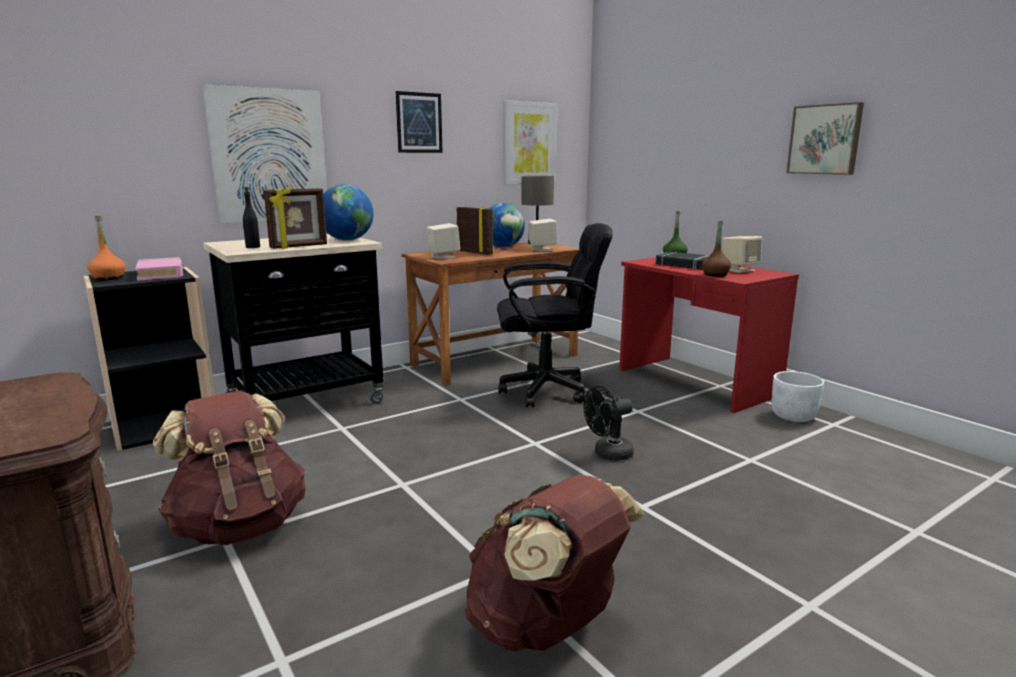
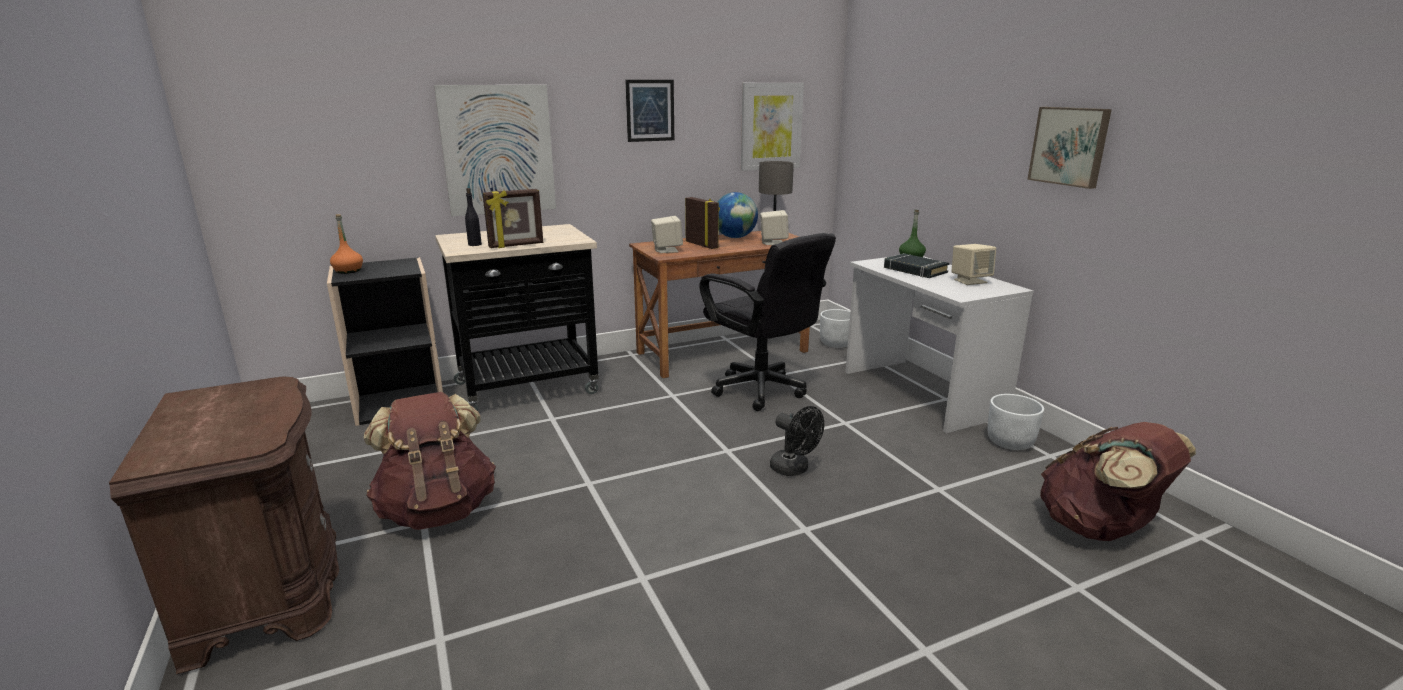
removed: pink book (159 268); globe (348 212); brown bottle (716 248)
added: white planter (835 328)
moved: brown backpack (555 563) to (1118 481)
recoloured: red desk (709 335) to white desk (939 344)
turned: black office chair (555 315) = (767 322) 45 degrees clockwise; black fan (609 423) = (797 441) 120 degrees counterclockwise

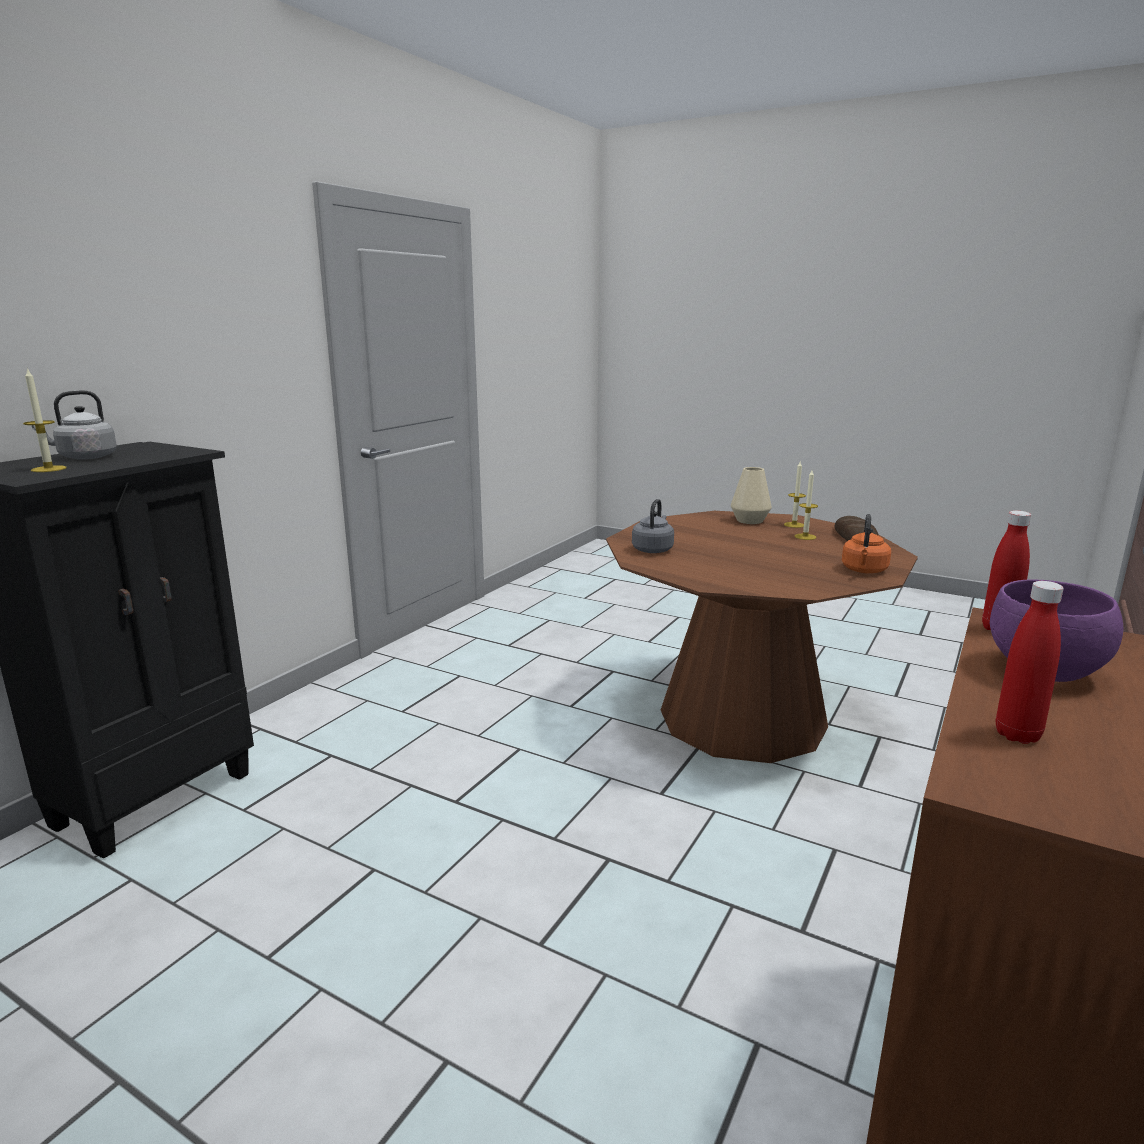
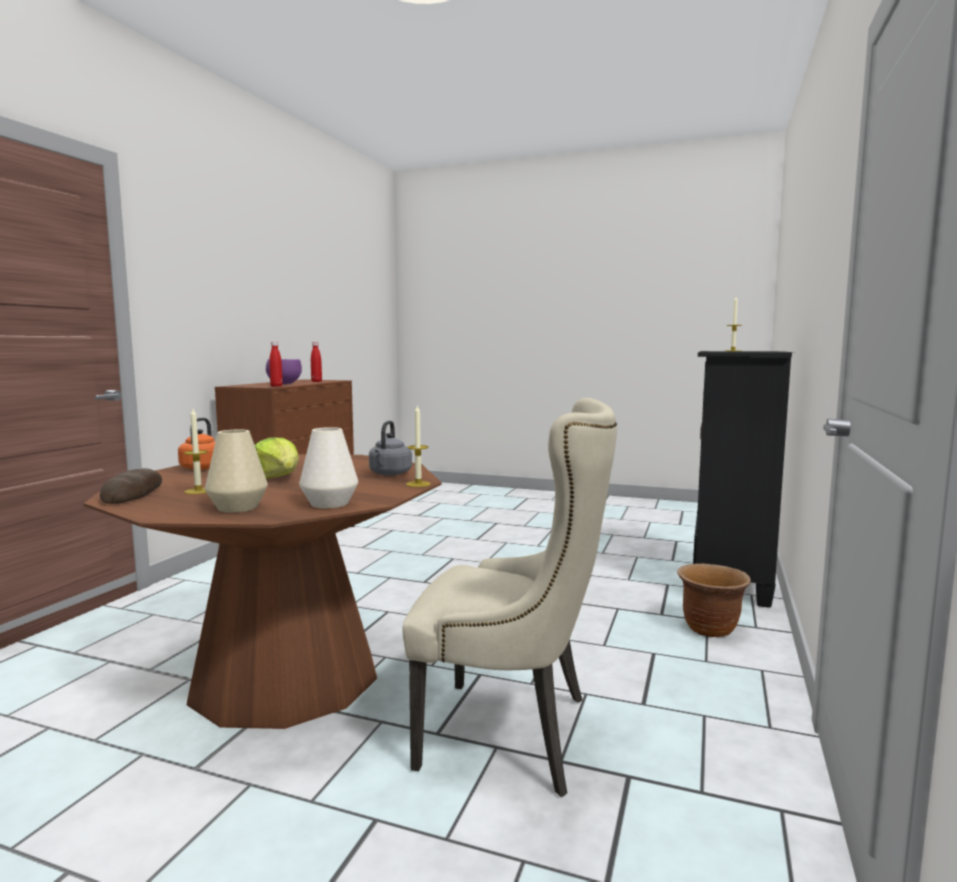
removed: grey kettle (74 425)
added: lettuce (277 458); white vase (328 467); beige chair (509 597); brown planter (714 600)
moved: candle (795 495) to (418 445)

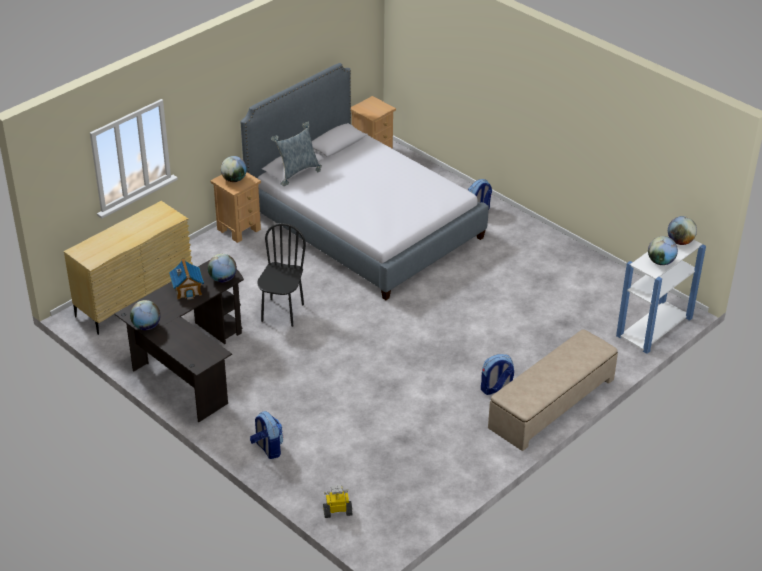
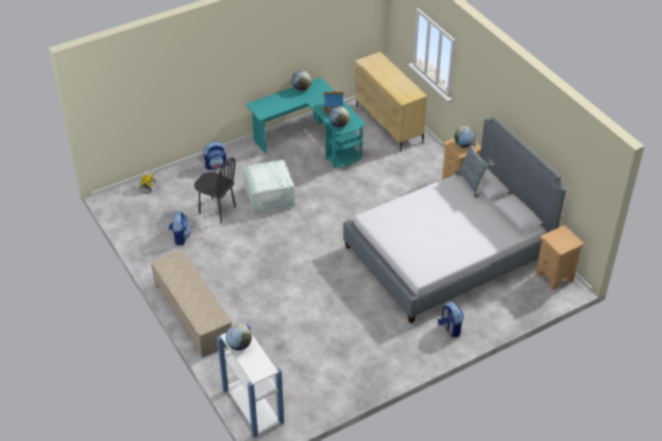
removed: globe (682 230)
added: white ottoman (269 186)
moved: backpack (497 374) to (180 228); black chair (281 275) to (215 190)
recoloured: black desk (179 341) to turquoise desk (306 122)

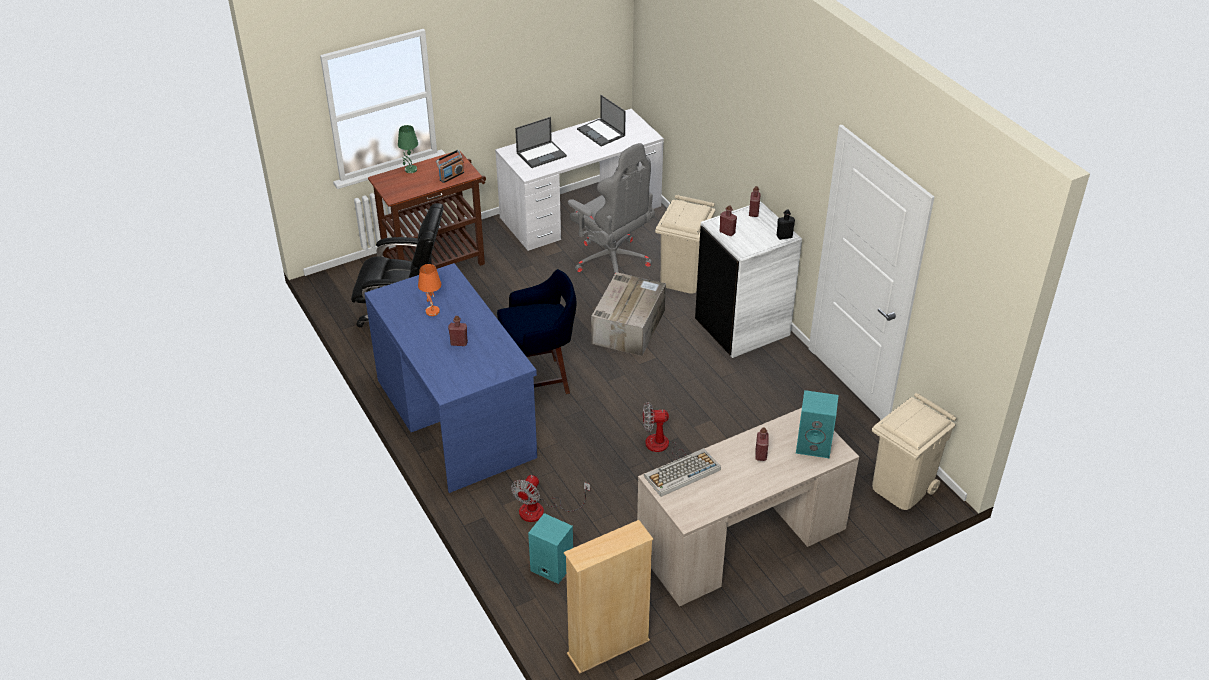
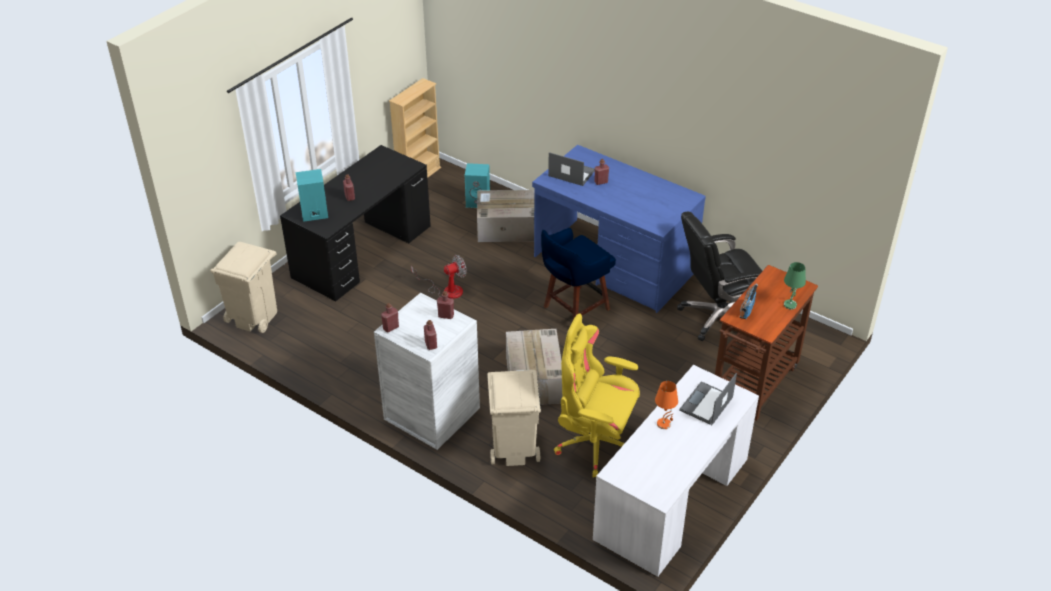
removed: keyboard (682 472)
moved: laptop (601 121) to (571 169); orange table lamp (429 290) to (666 405)
replaced: fan (550 498) to cardboard box (505 216)
recoloured: beige desk (748 507) to black desk (355 223); black bottle (786 224) to red bottle (390 317); grey office chair (611 208) to yellow office chair (597 395)

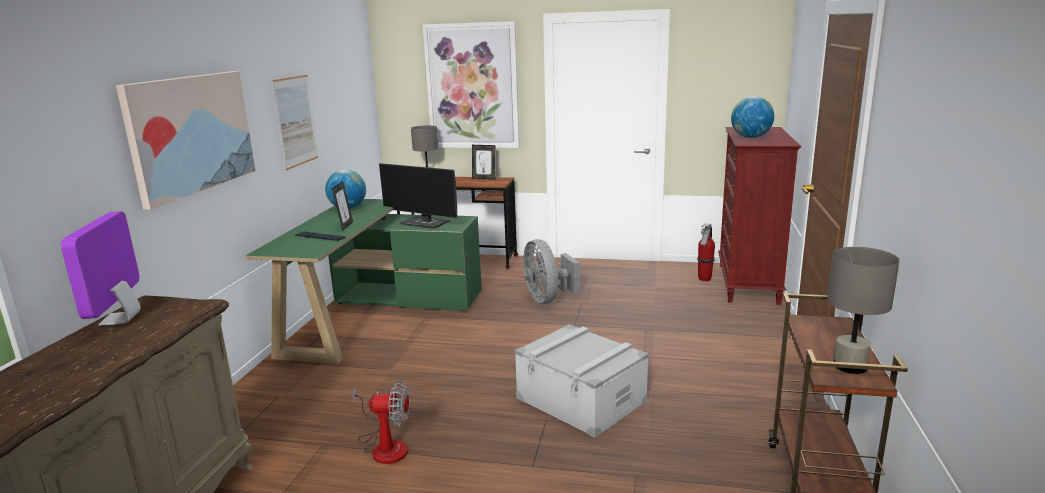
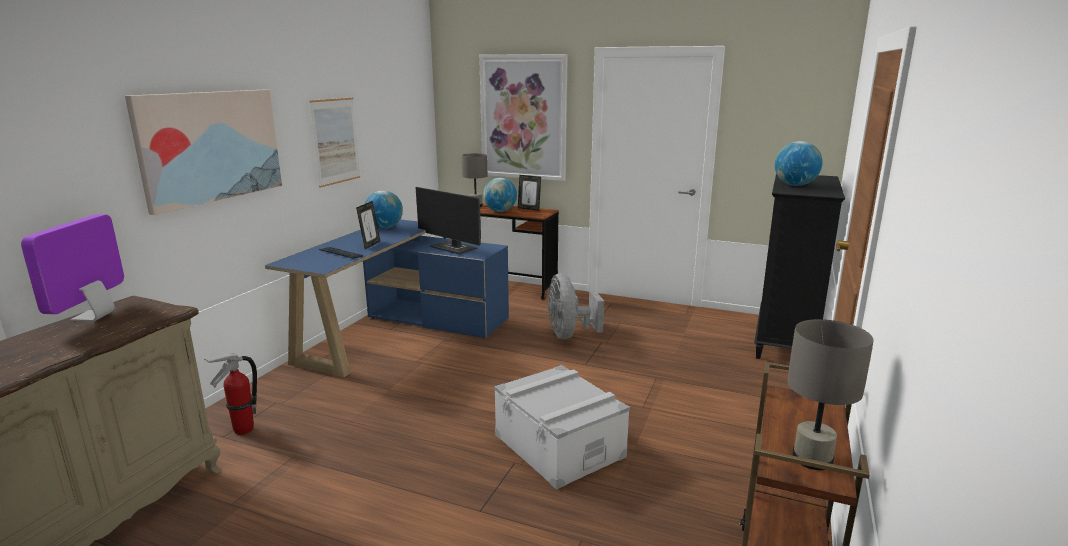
removed: fan (381 422)
added: globe (500 195)
moved: fire extinguisher (706 252) to (230 394)
recoloured: green desk (364 281) to blue desk (387 298); red dresser (759 216) to black dresser (799 266)

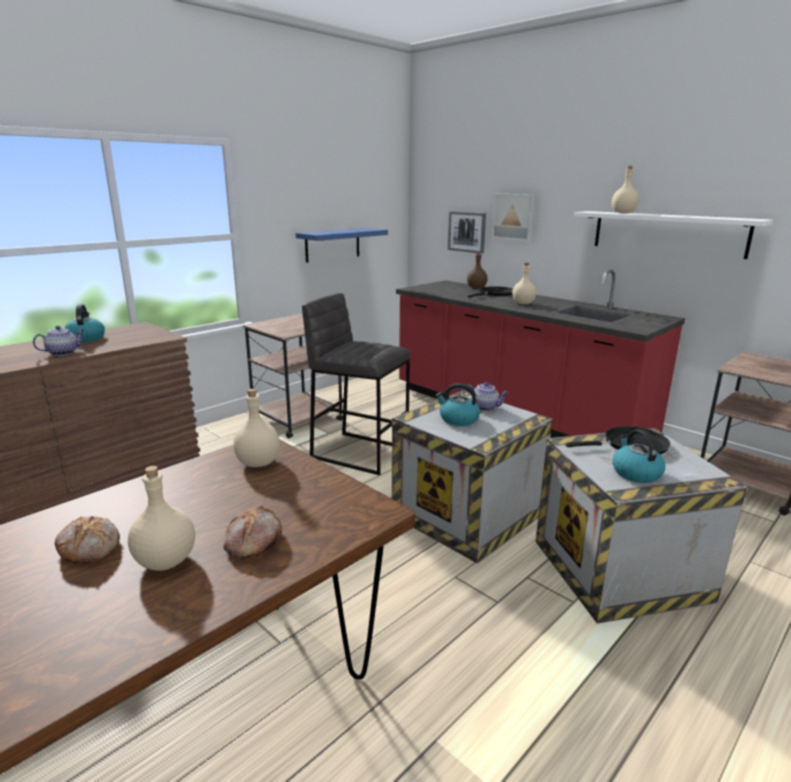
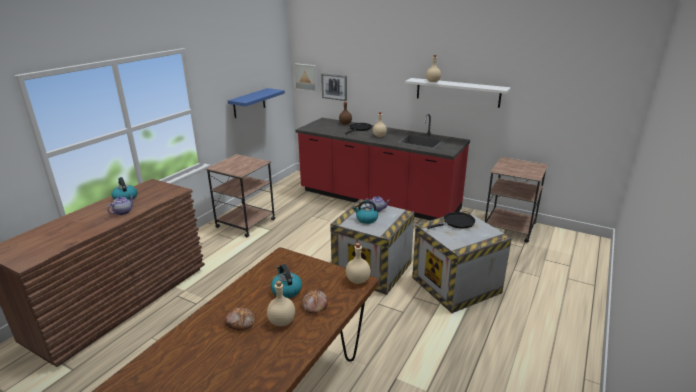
removed: grey stool (356 384)
moved: kettle (638 456) to (286 281); picture (513 217) to (306 77); beige bottle (256 428) to (358 263)

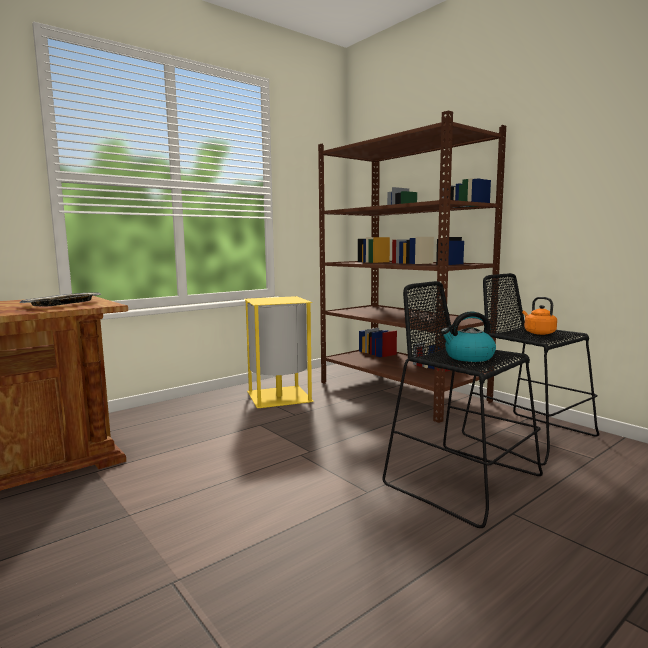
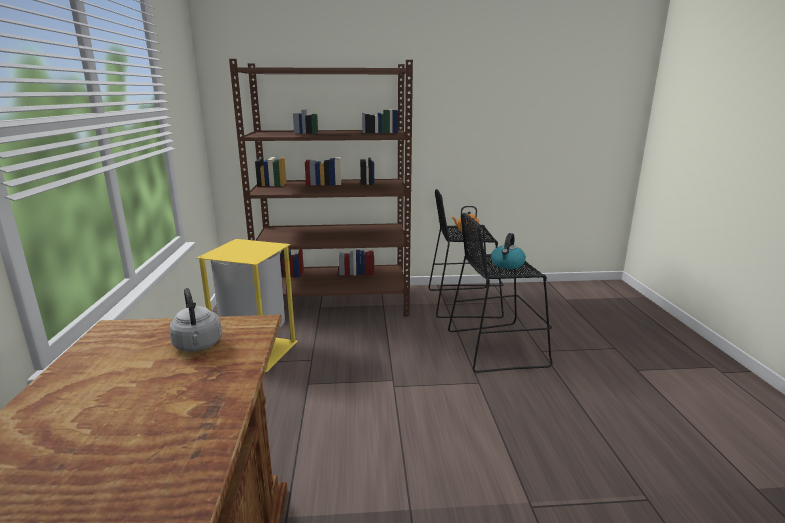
replaced: tray (61 299) to grey kettle (195 320)

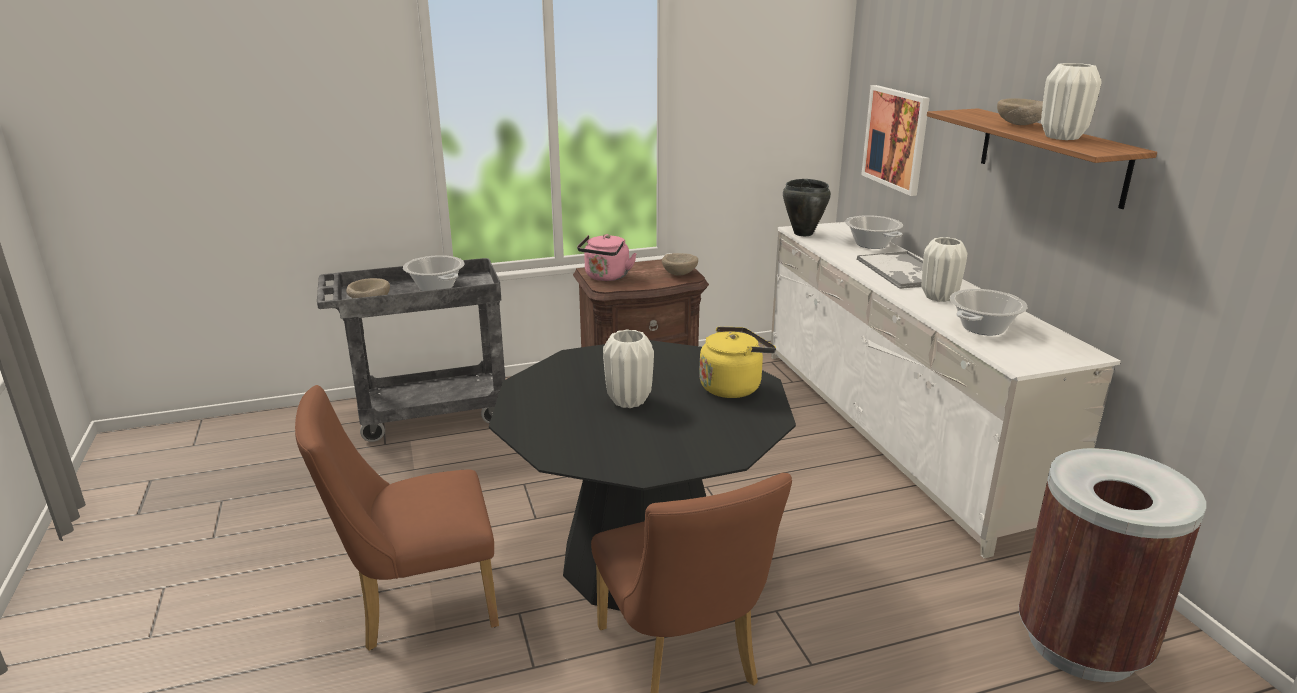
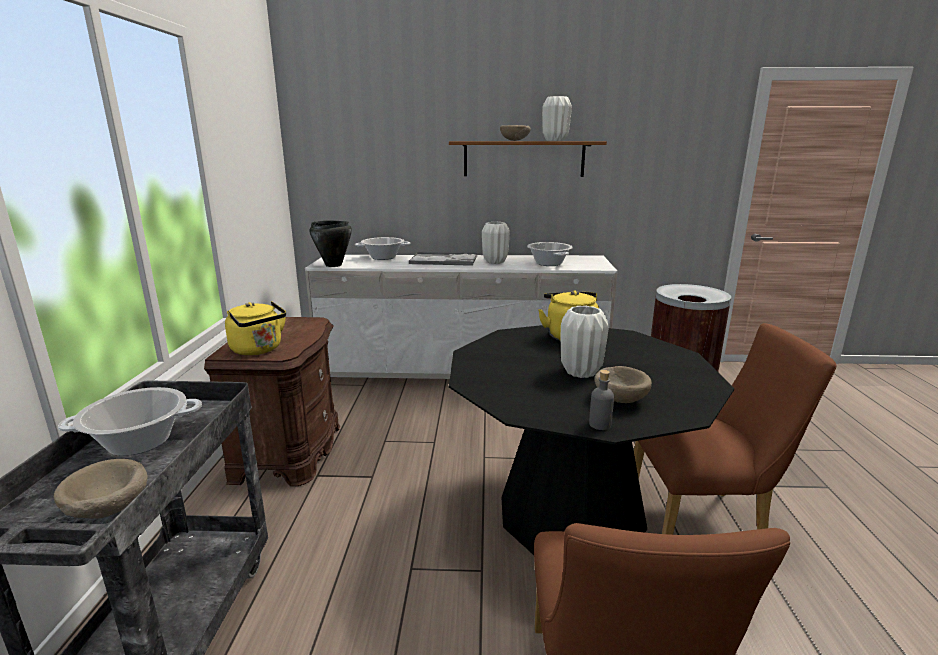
removed: picture (895 140)
added: grey bottle (601 400)
moved: beige bowl (680 264) to (623 384)
recoloured: pink kettle (607 257) to yellow kettle (255 328)

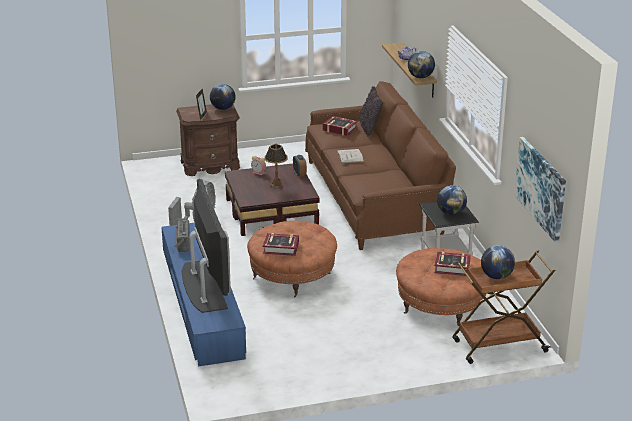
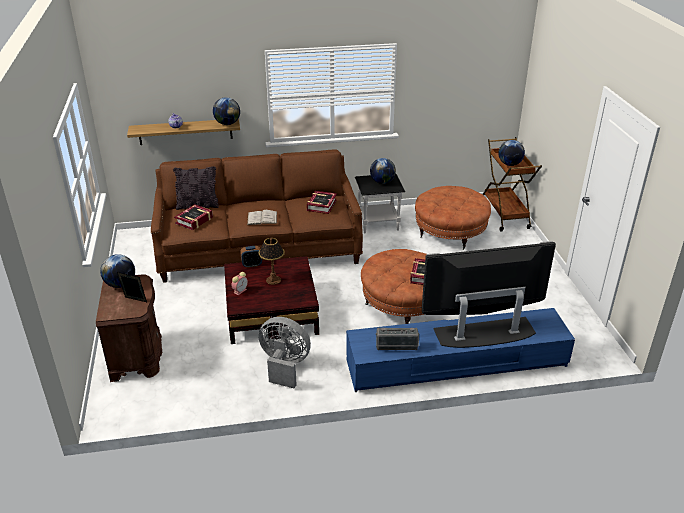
removed: picture (540 190)
moved: book (452 264) to (322 202)

